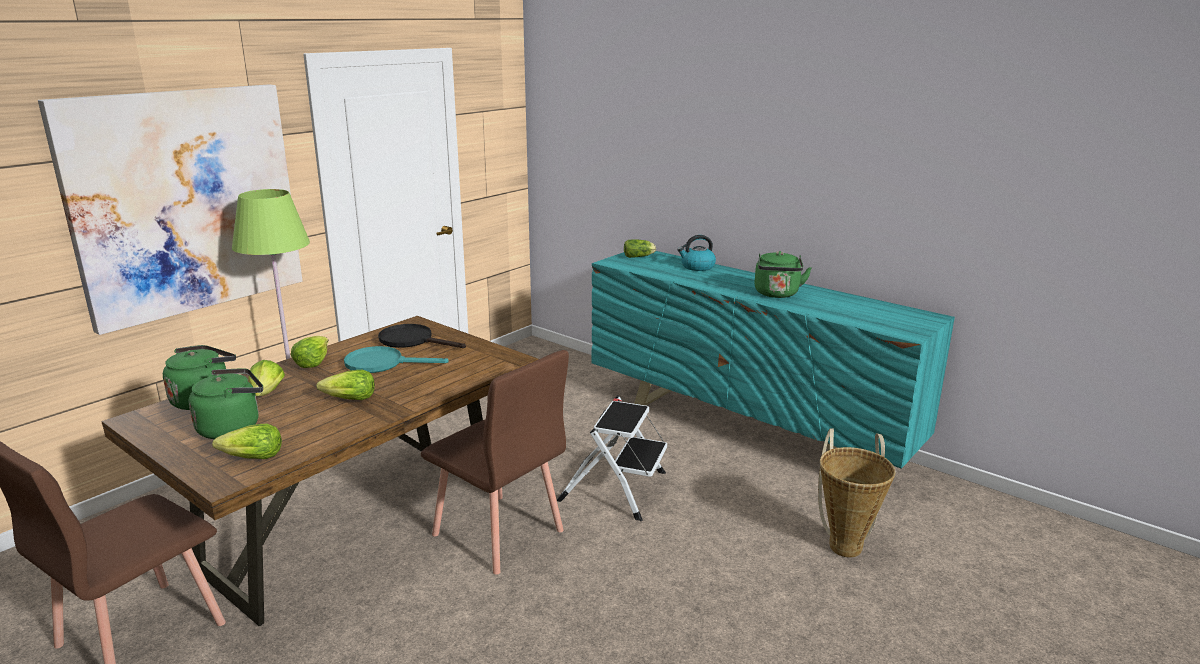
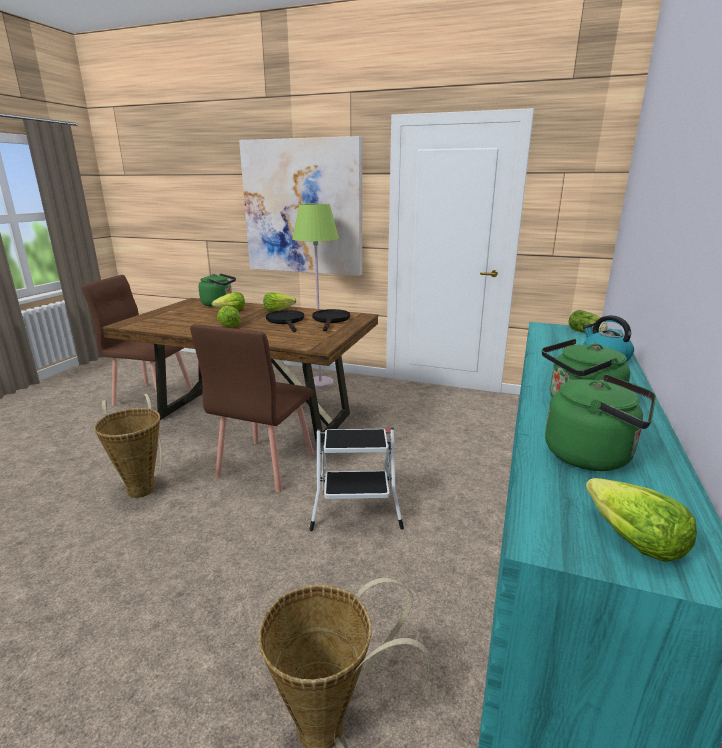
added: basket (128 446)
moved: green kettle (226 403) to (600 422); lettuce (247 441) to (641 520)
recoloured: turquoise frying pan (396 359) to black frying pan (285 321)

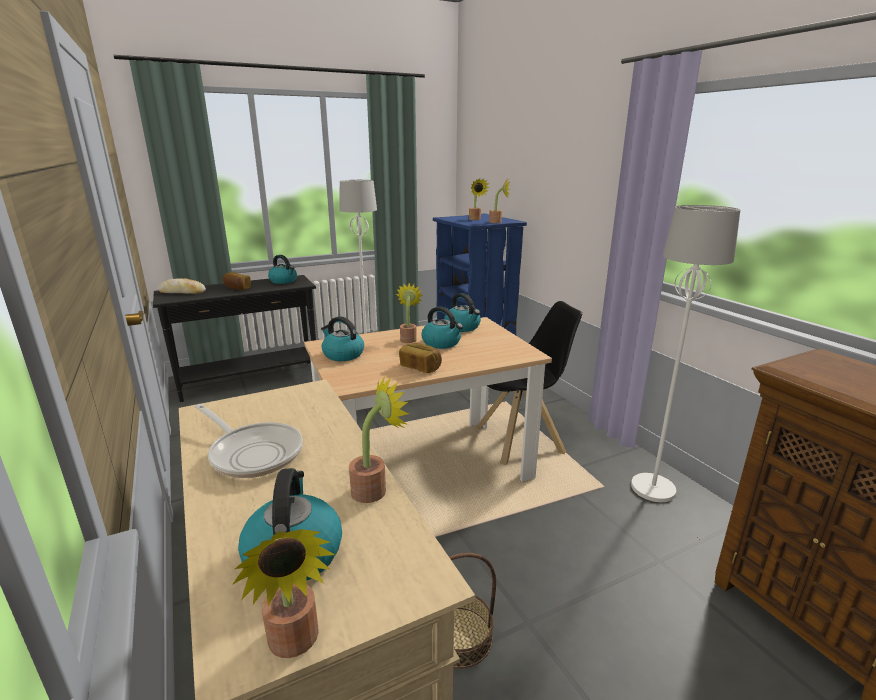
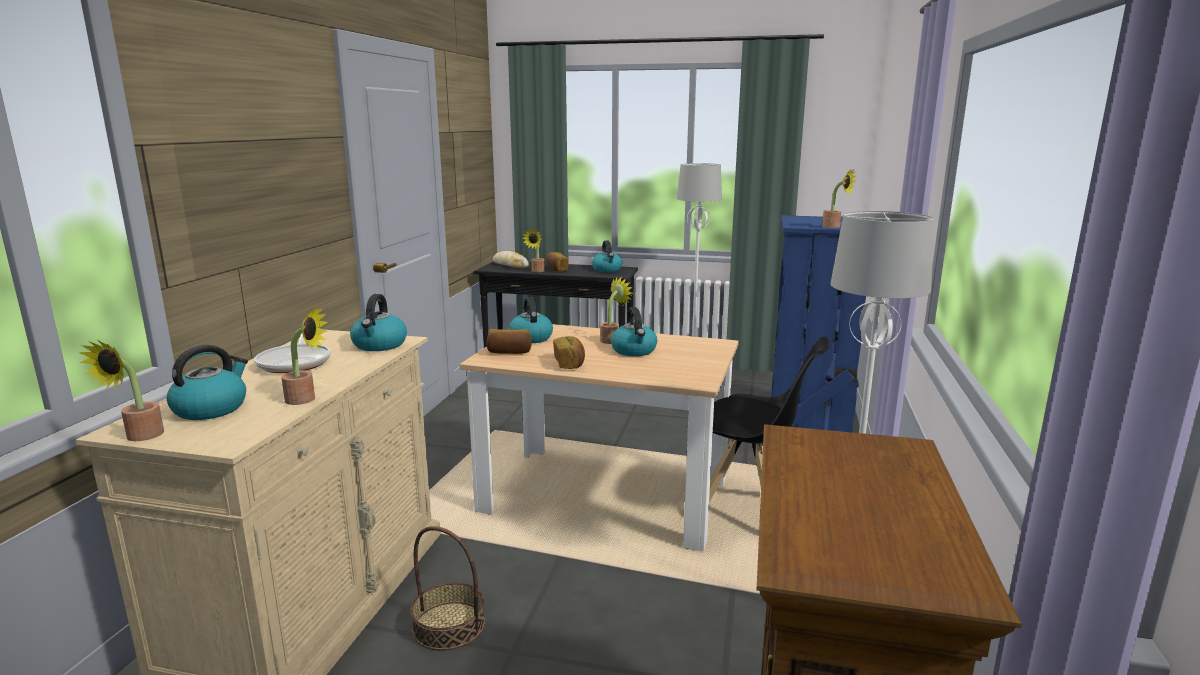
added: bread (509 341)
moved: kettle (462 312) to (378 322); potted plant (479 199) to (533 250)

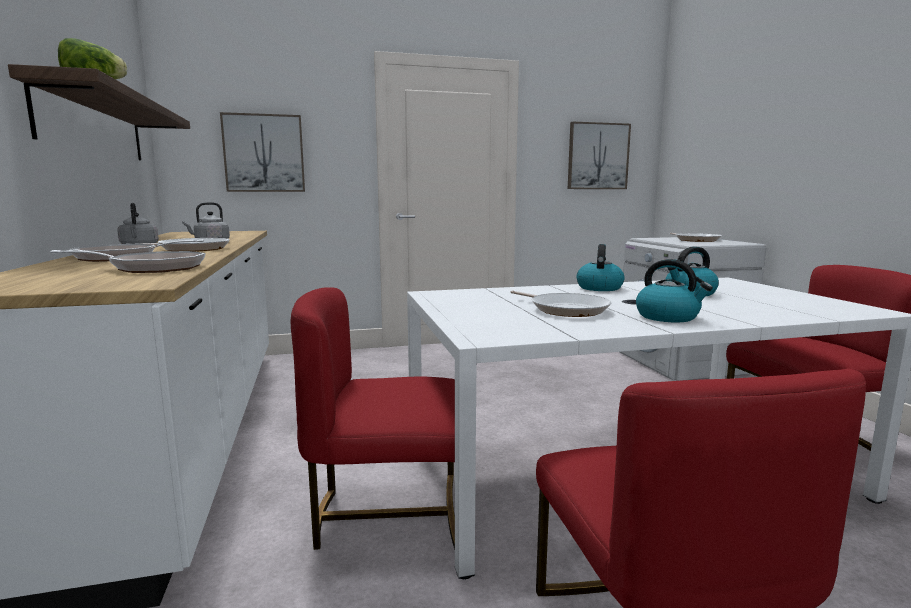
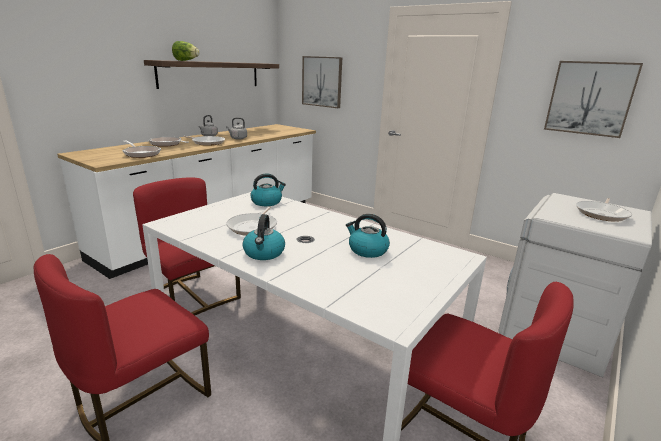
moved: kettle (600 267) to (268 189)

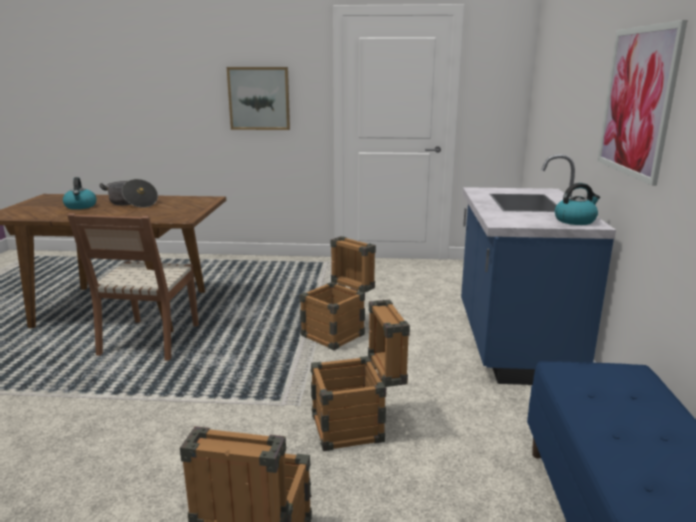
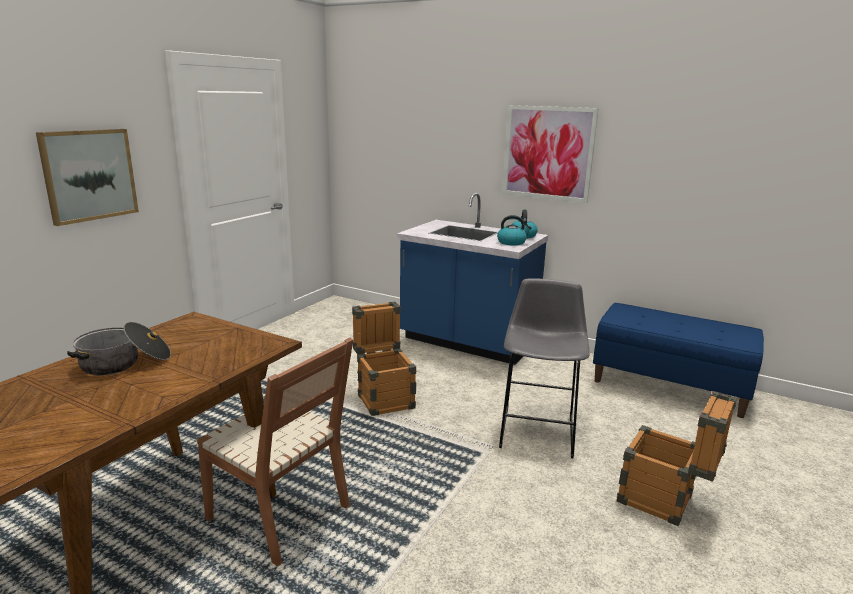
moved: kettle (80 193) to (514 230)
replaced: crate (360 375) to grey stool (544 368)

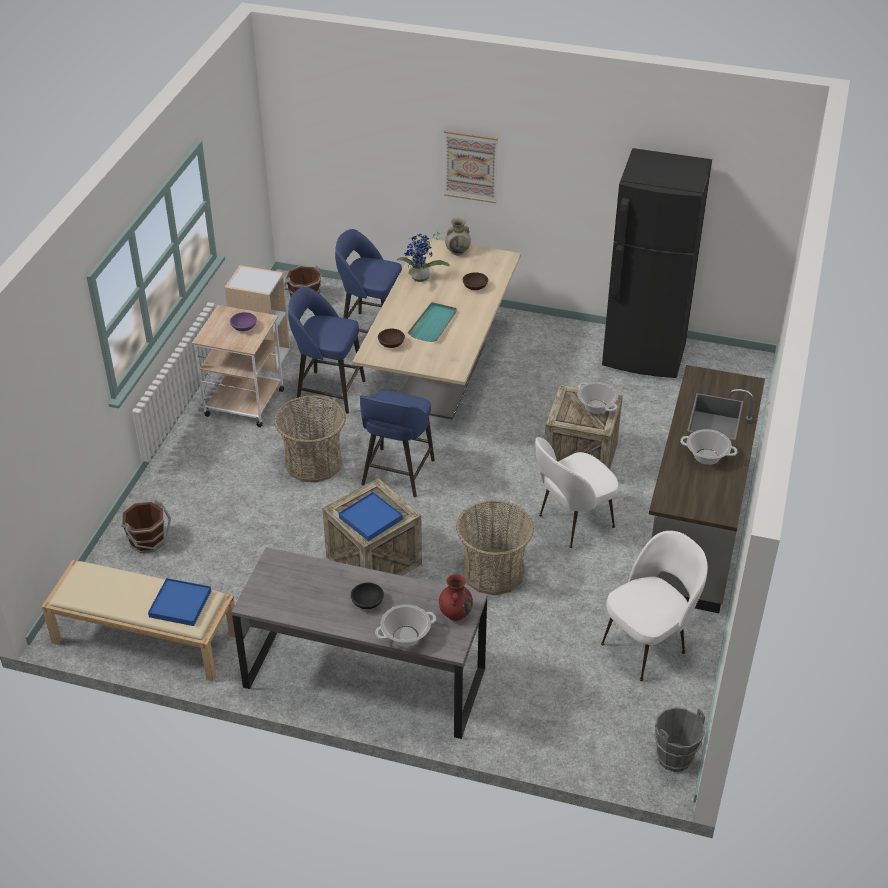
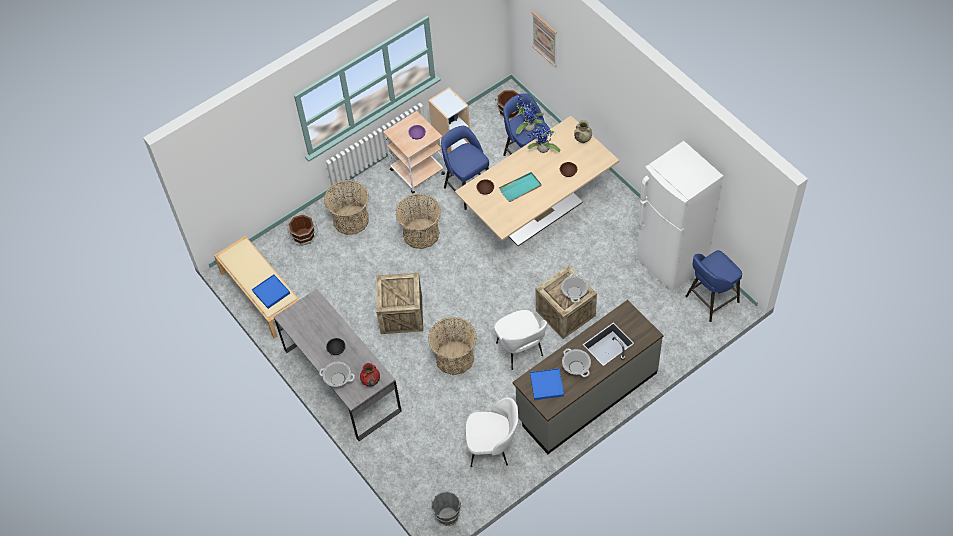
added: basket (346 207); potted plant (530 114)
moved: blue tray (371 516) to (547 384); picture (471 166) to (544 39); blue stool (397 443) to (713 286)
recoloured: black fridge (657 263) to white fridge (680 215)
turned: white chair (577 492) = (520 340) 120 degrees counterclockwise

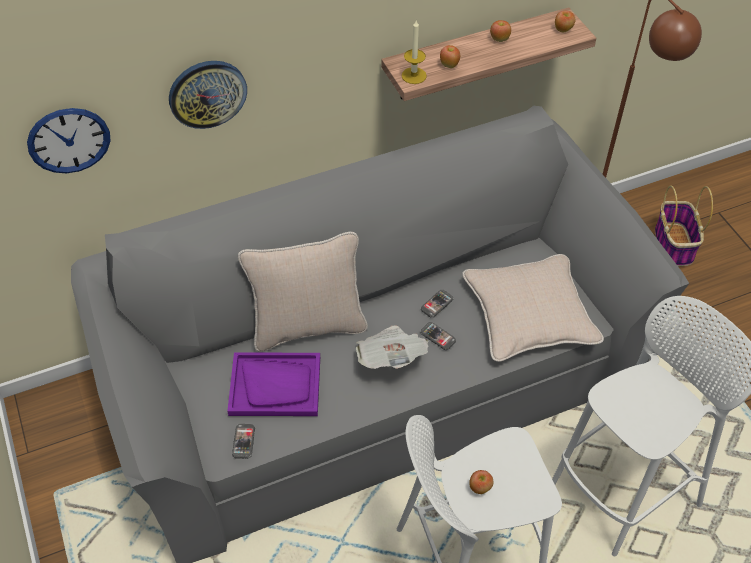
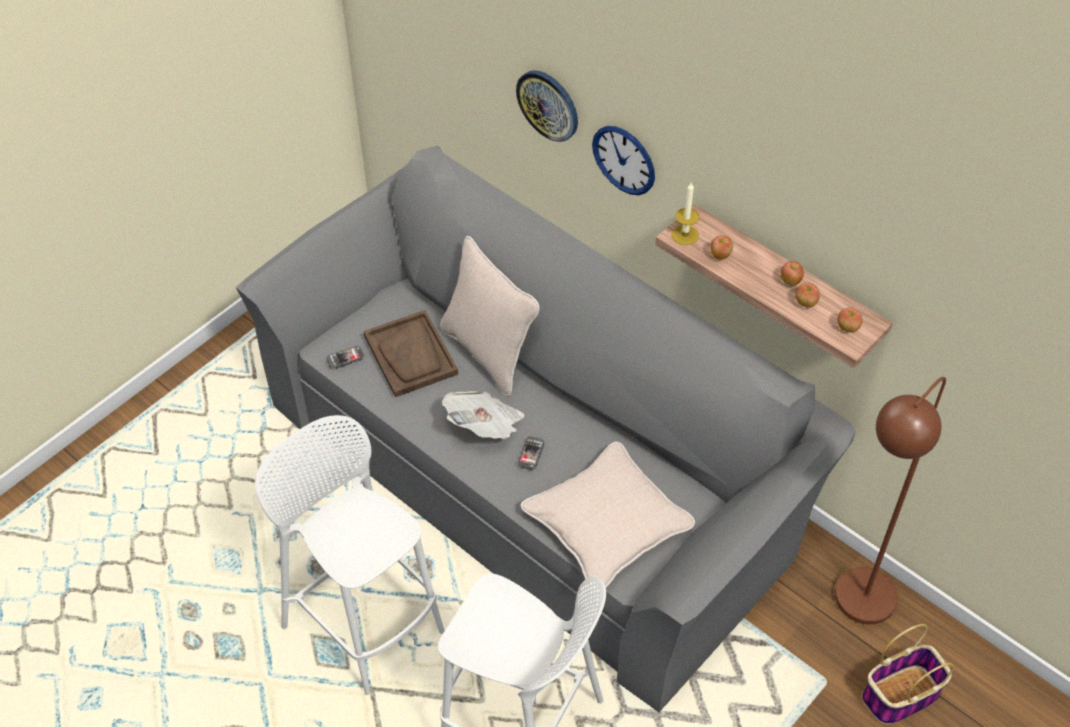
removed: phone (437 304)
moved: wall clock (68 140) to (623 160); apple (481 482) to (807 295)
recoloured: purple tray (273 384) to brown tray (410 353)

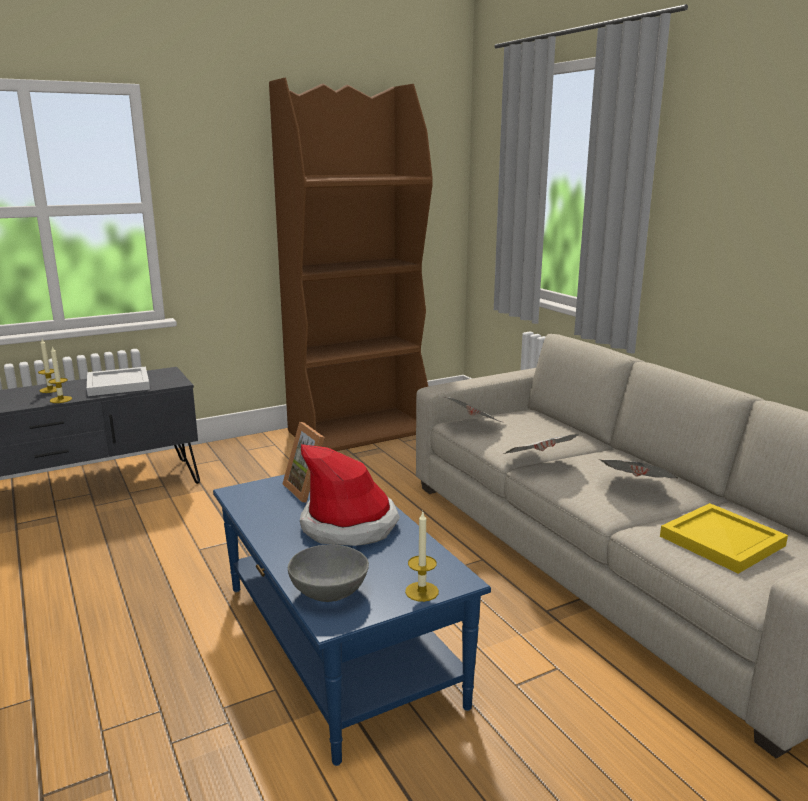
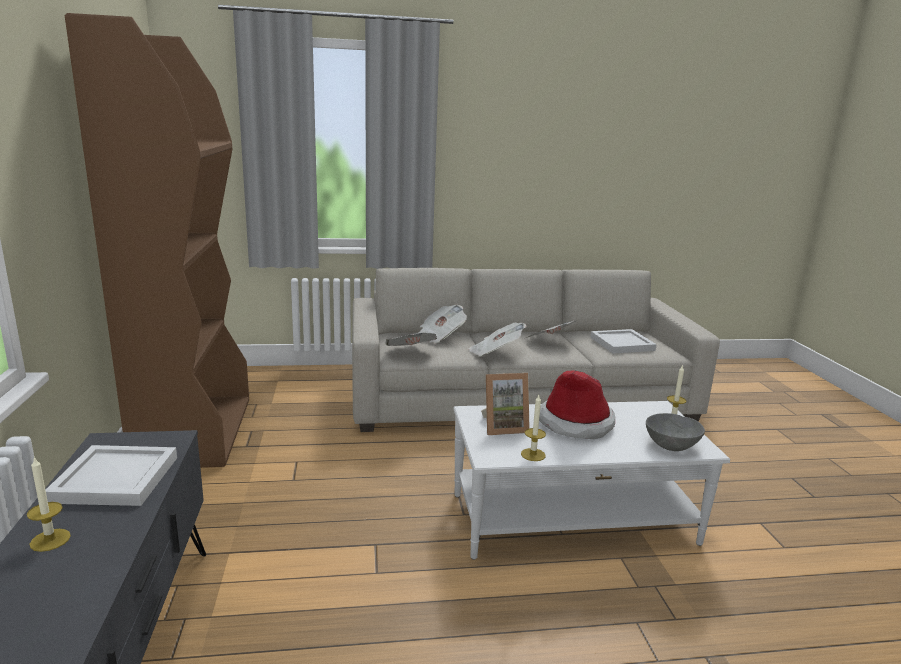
added: newspaper (443 324)
moved: candle (60 374) to (533 428)
recoloured: blue coffee table (352 620) to white coffee table (592 480); yellow tray (724 538) to white tray (623 341)

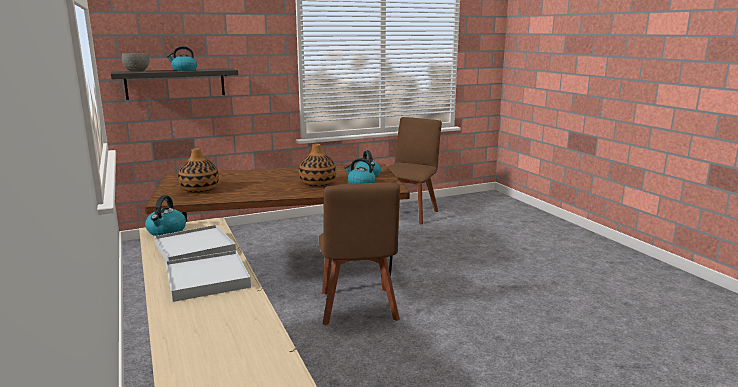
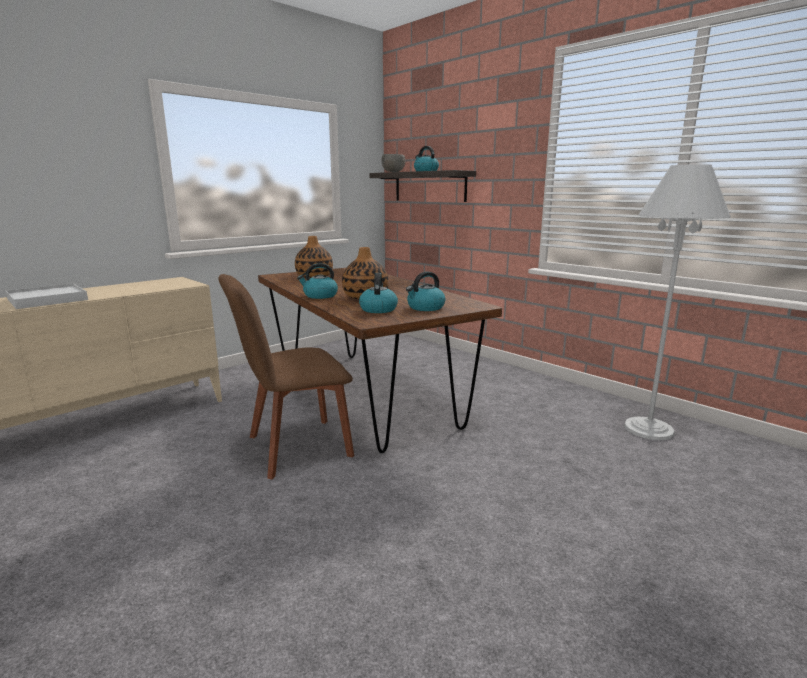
removed: white tray (195 243)
moved: kettle (165 215) to (317 281)
replaced: brown chair (415 170) to white floor lamp (677 302)

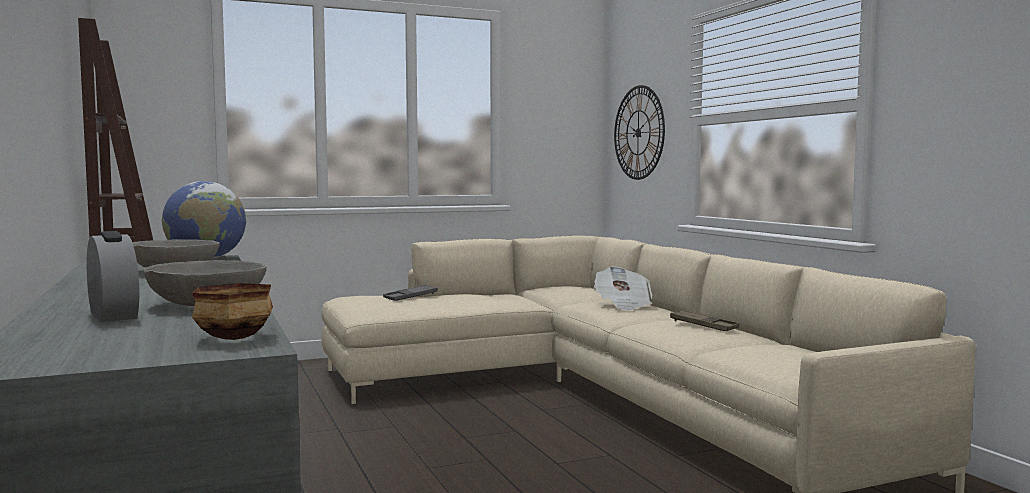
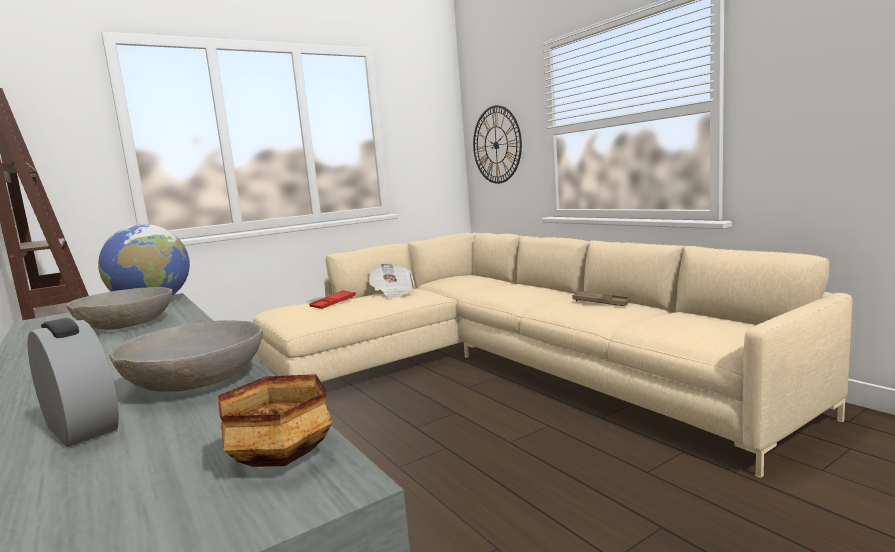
moved: newspaper (623 288) to (391 280)
recoloured: grey tray (410 293) to red tray (332 299)

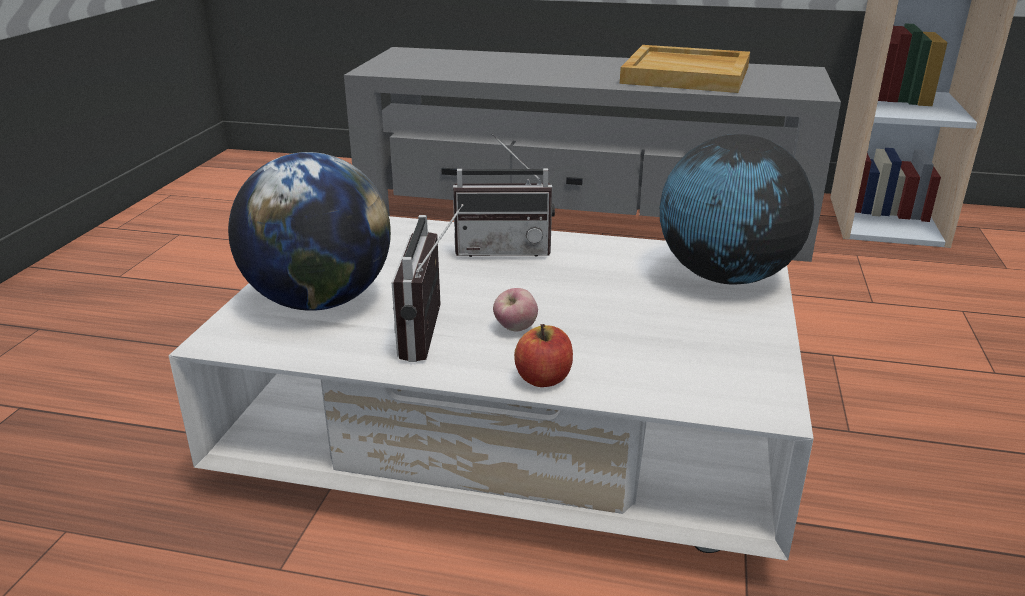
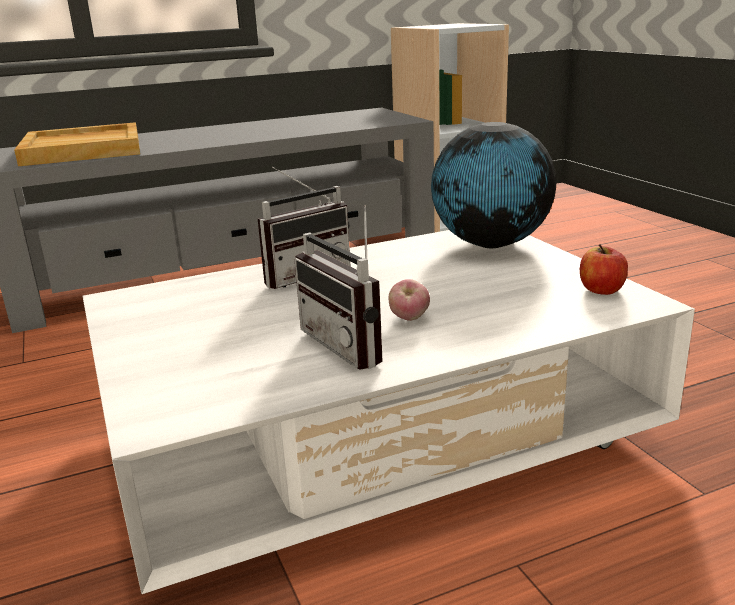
removed: globe (309 231)
moved: beige tray (685 69) to (77 144); apple (543 355) to (604 269)

